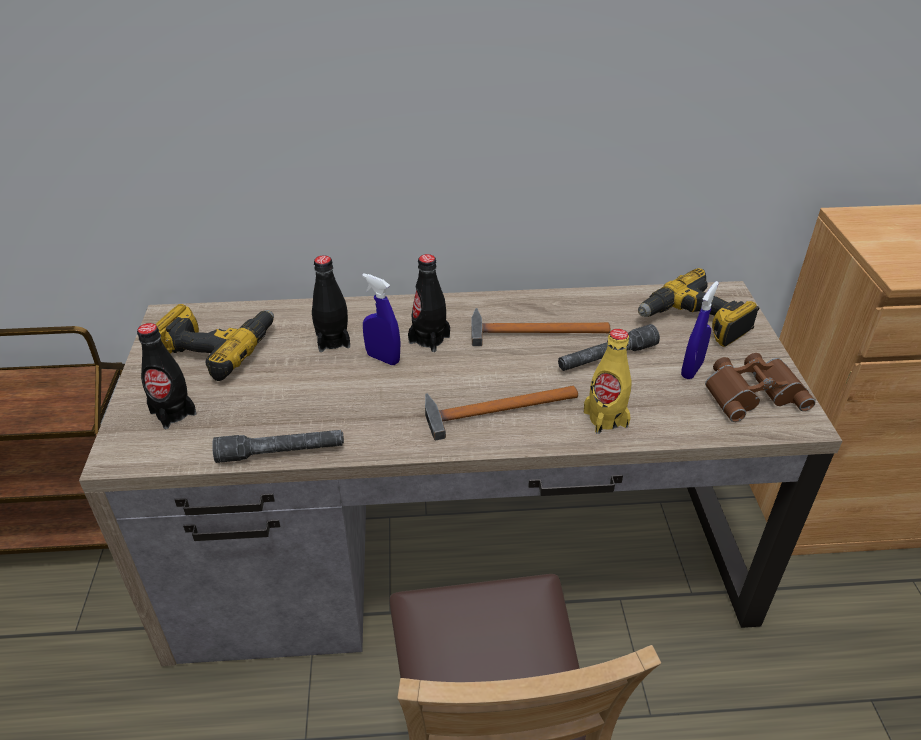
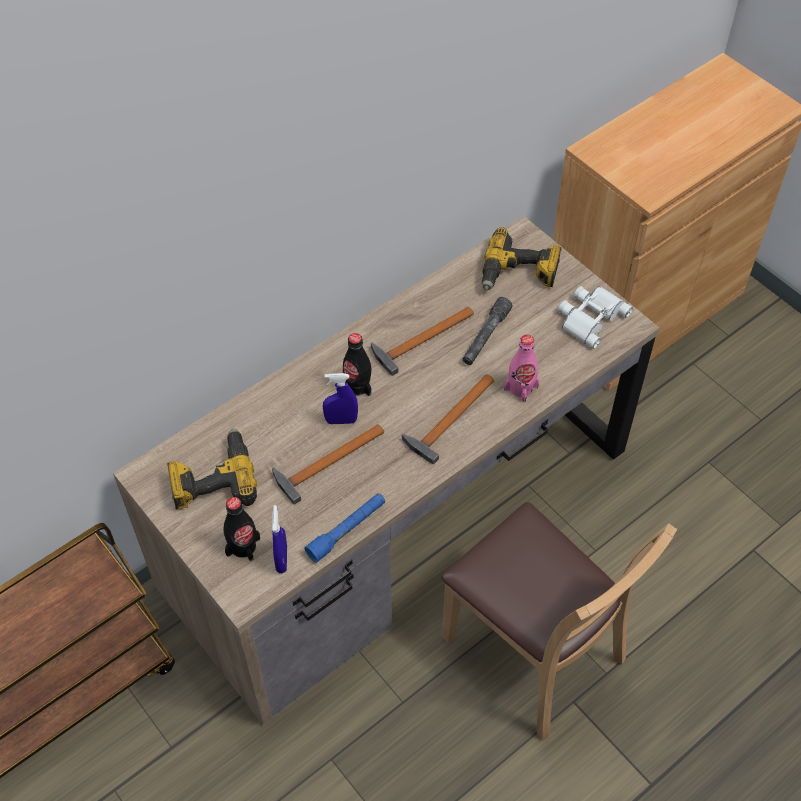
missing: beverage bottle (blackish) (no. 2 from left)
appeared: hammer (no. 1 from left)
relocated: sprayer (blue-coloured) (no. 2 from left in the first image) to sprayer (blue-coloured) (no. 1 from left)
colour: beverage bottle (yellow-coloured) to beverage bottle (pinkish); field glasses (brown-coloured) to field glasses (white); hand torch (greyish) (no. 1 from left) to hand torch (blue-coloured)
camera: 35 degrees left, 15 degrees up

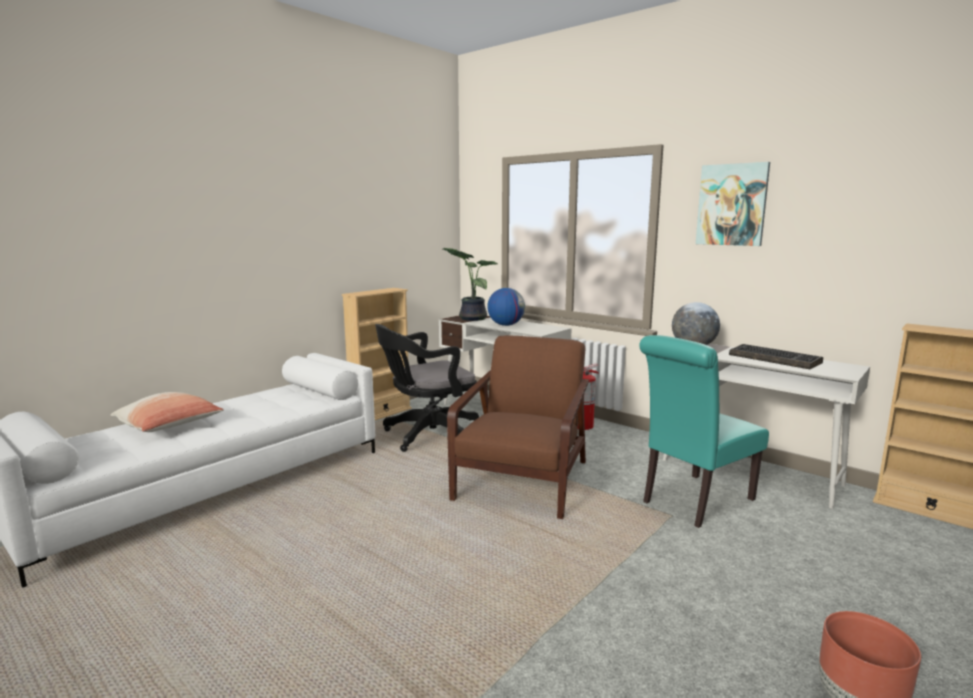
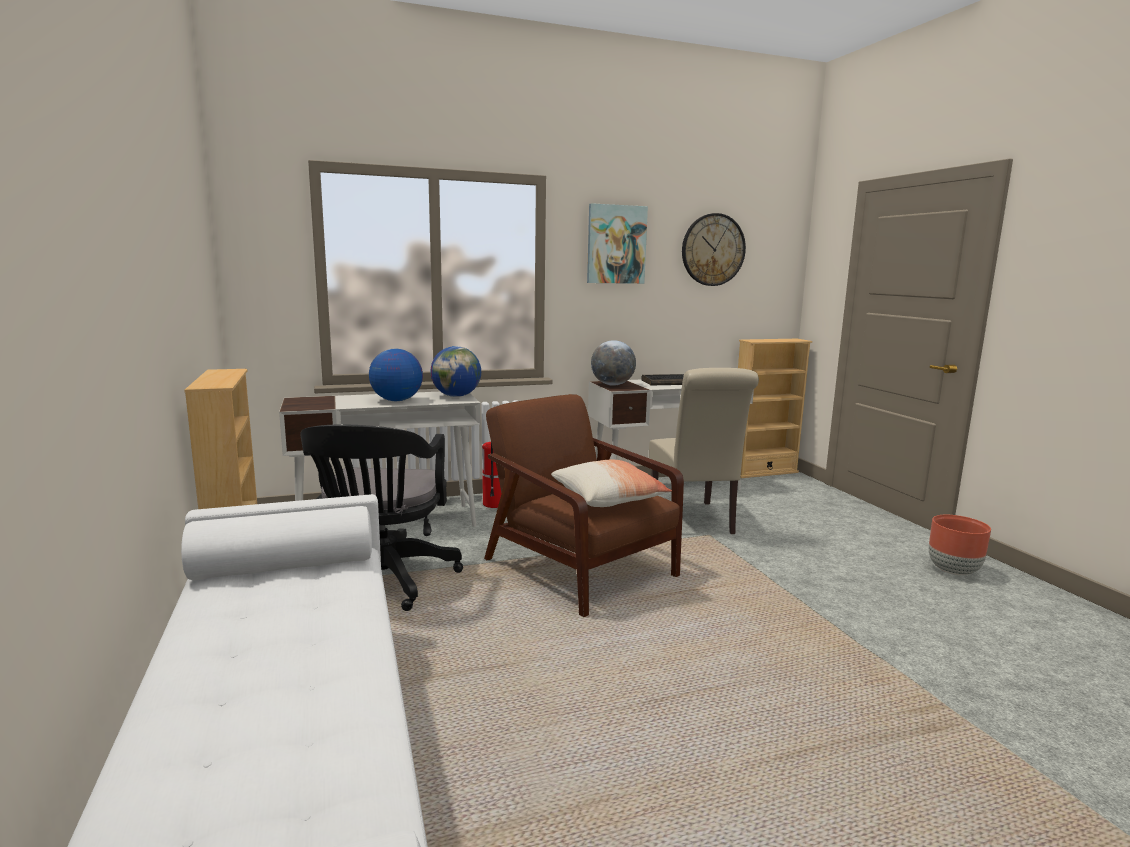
missing: houseplant
appeared: wall clock; world globe (no. 2 from left)
relocated: throw pillow
colour: upright chair (turquoise-coloured) to upright chair (beige)
camera: 60 degrees left, 0 degrees up

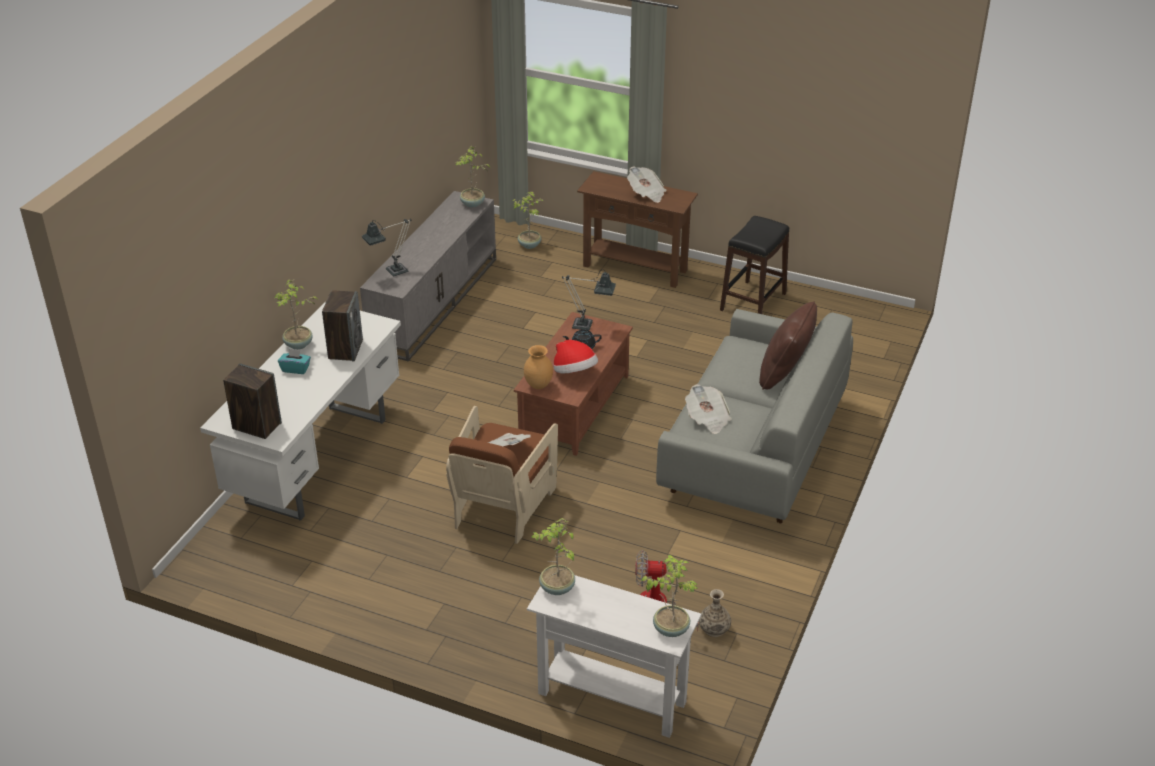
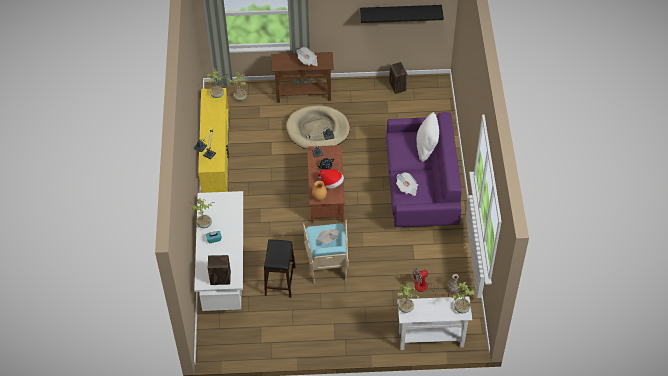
appeared: wall shelf (blackish); pet bed (beige)
relocated: stool seat (blackish); speaker (no. 2 from left)
colour: media console (greyish) to media console (yellow-coloured); throw pillow (brown-coloured) to throw pillow (white); couch (greyish) to couch (purple-coloured); armchair (brown-coloured) to armchair (turquoise-coloured)
camera: 25 degrees left, 15 degrees up

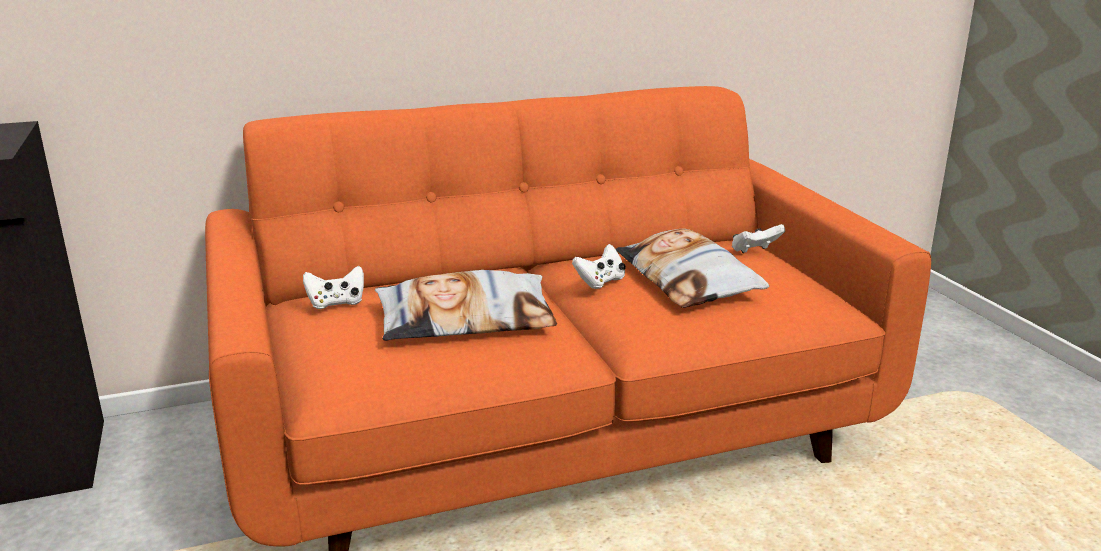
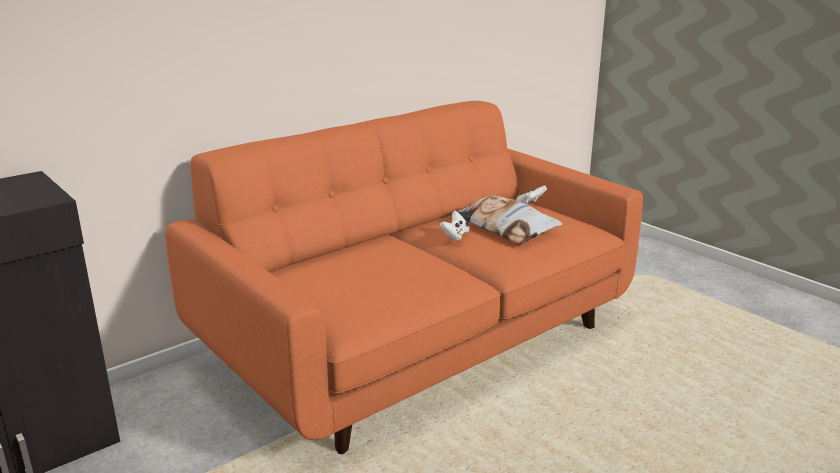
missing: joypad (white) (no. 1 from left); throw pillow (no. 1 from left)
camera: 20 degrees left, 0 degrees up

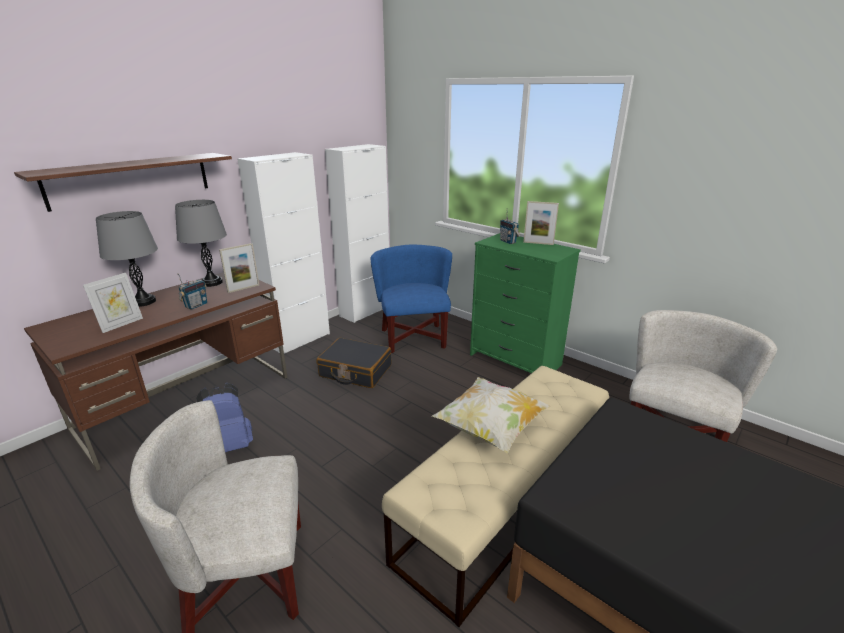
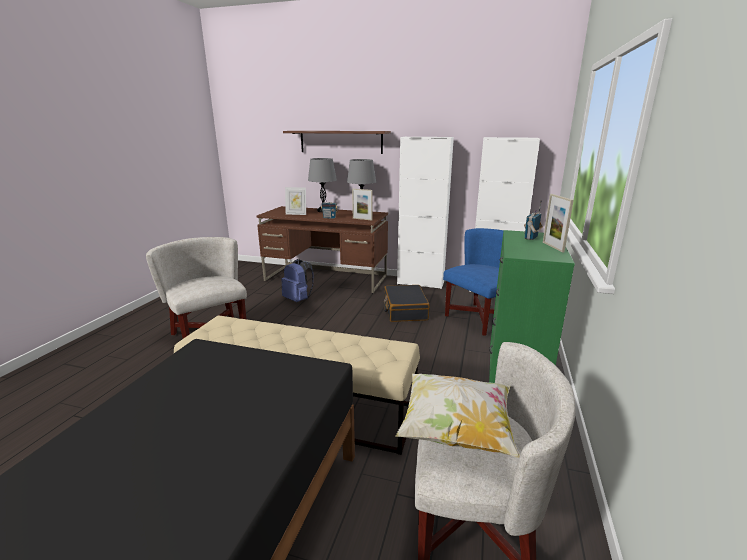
relocated: throw pillow
camera: 65 degrees right, 5 degrees down

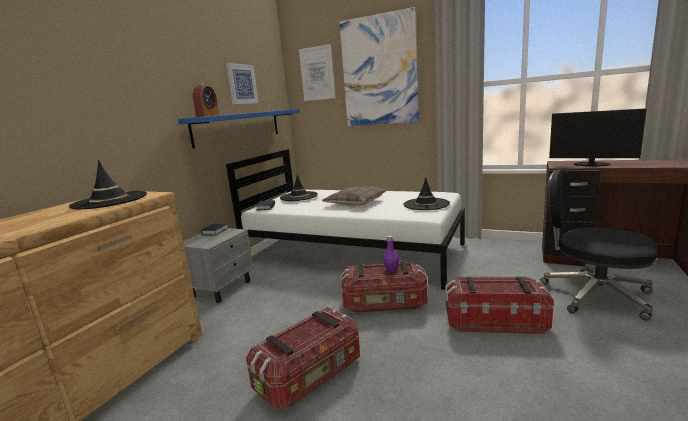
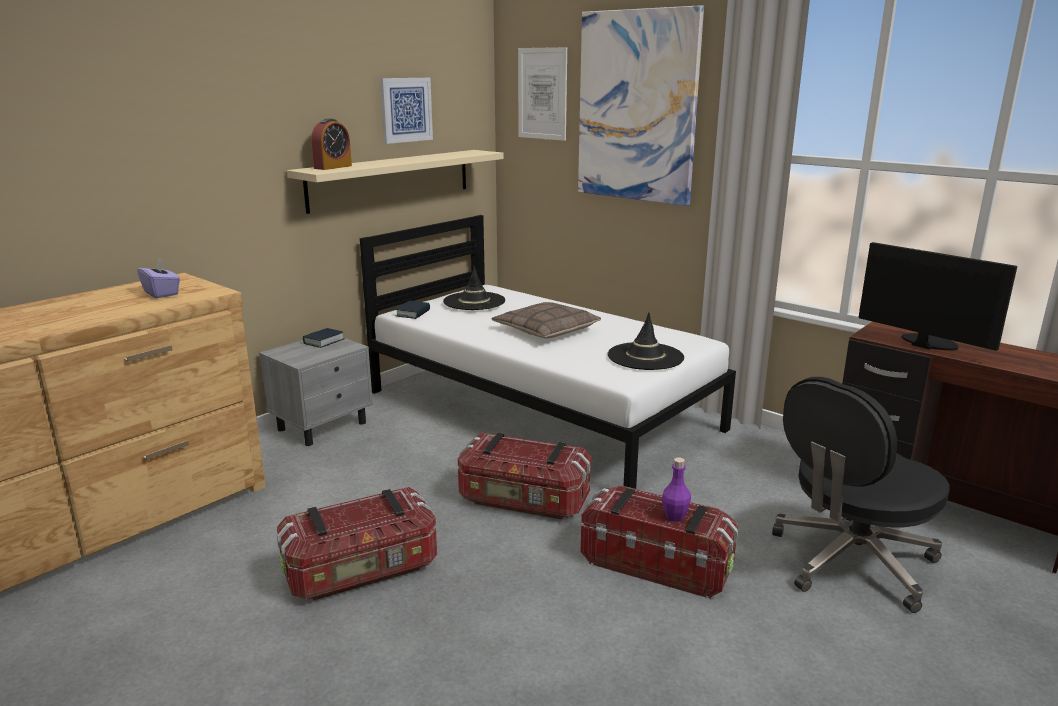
relocated: beverage bottle (purple-coloured)
exchanged: clothing hat (blackish) (no. 1 from left) to tissue holder (purple-coloured)
colour: wall shelf (blue-coloured) to wall shelf (beige)
spun: office chair (blackish) 90 degrees counterclockwise
camera: 15 degrees right, 5 degrees up

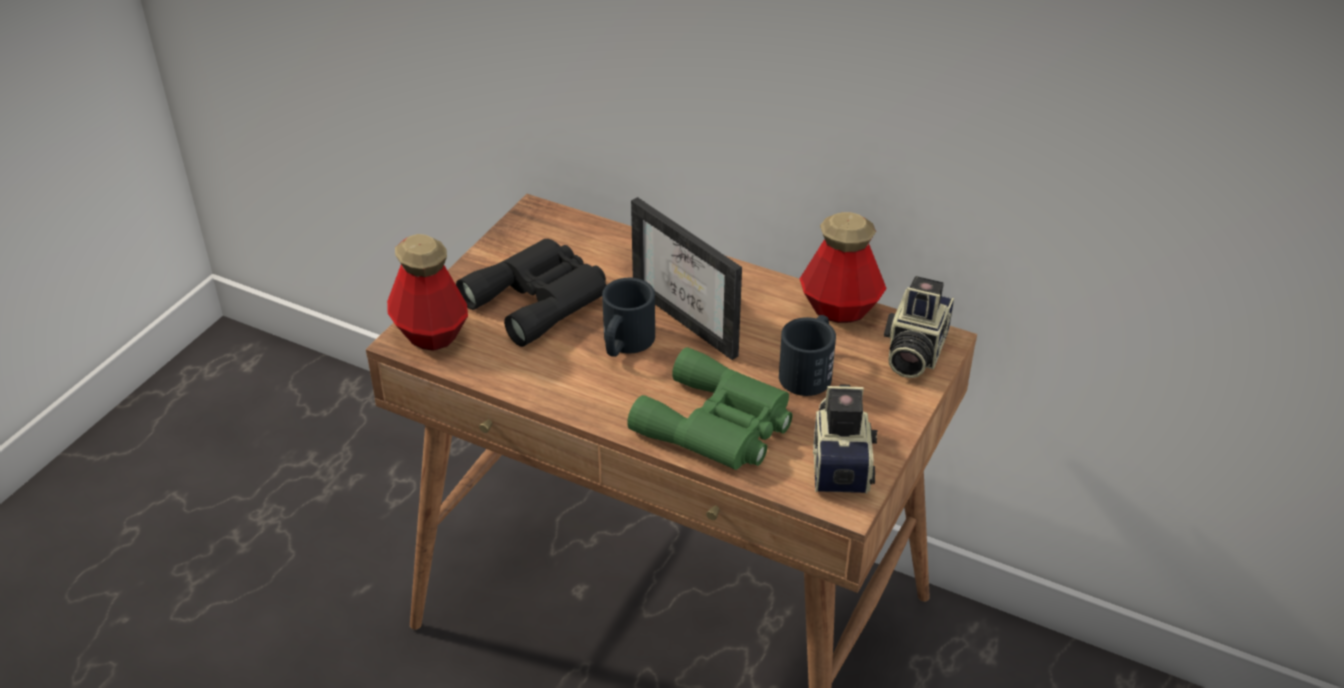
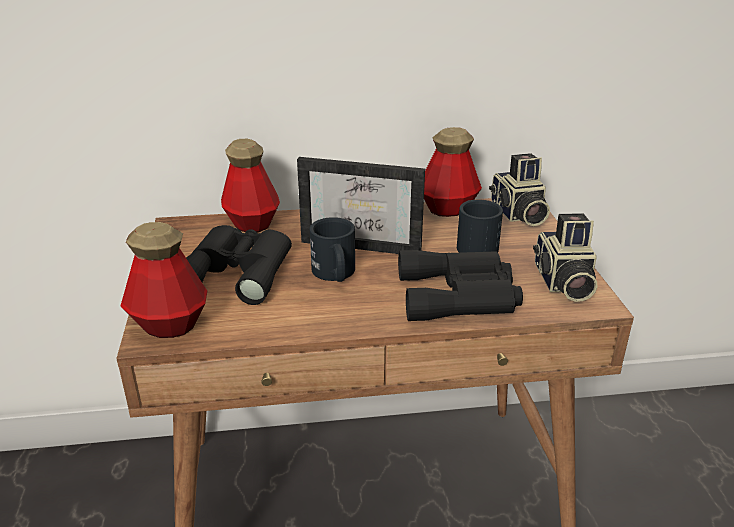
appeared: beverage bottle (no. 2 from left)
colour: field glasses (green-coloured) to field glasses (blackish) (no. 2 from left)
spun: still camera (no. 1 from left in the first image) 150 degrees counterclockwise
camera: 35 degrees left, 10 degrees down

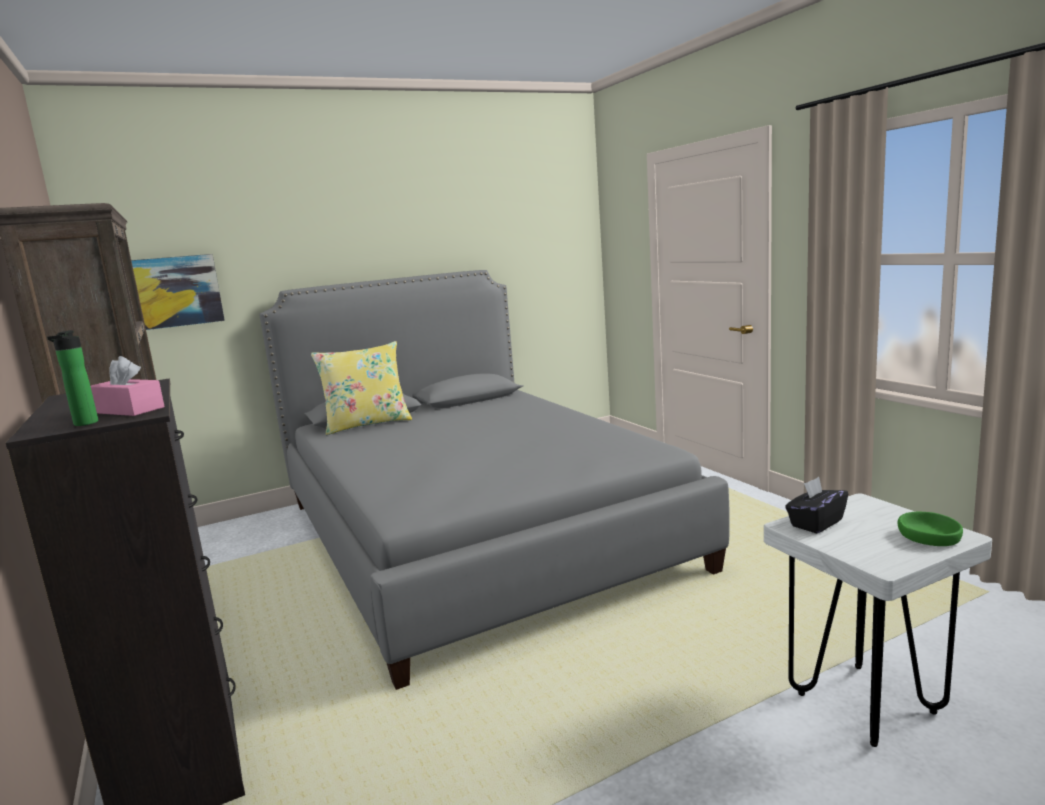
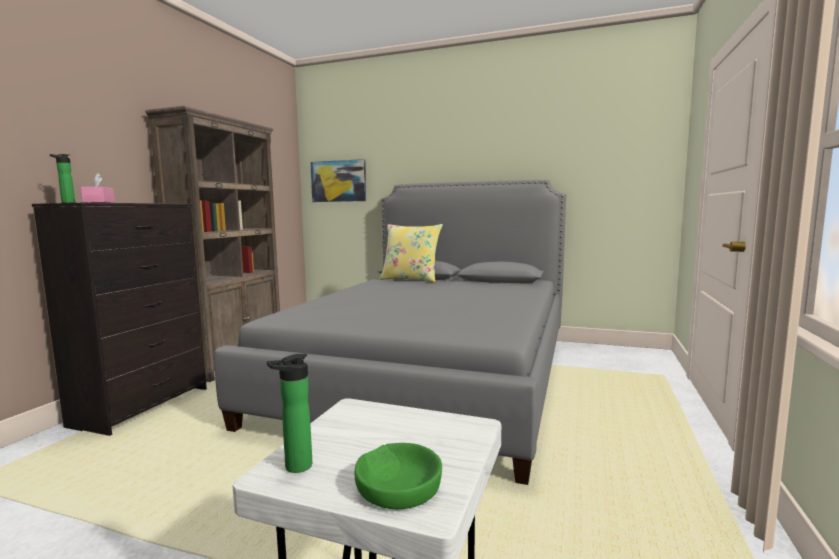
missing: tissue holder (blackish)
appeared: beverage bottle (no. 2 from left)
camera: 45 degrees right, 5 degrees down

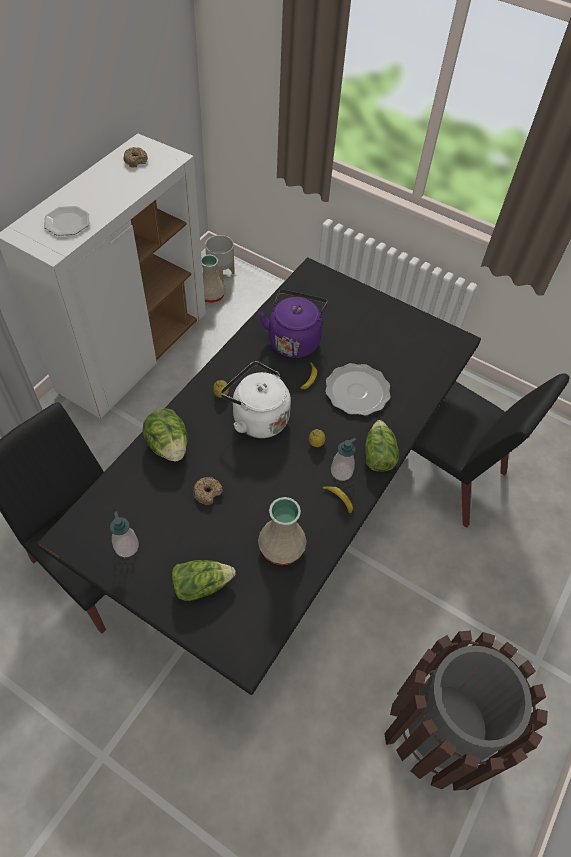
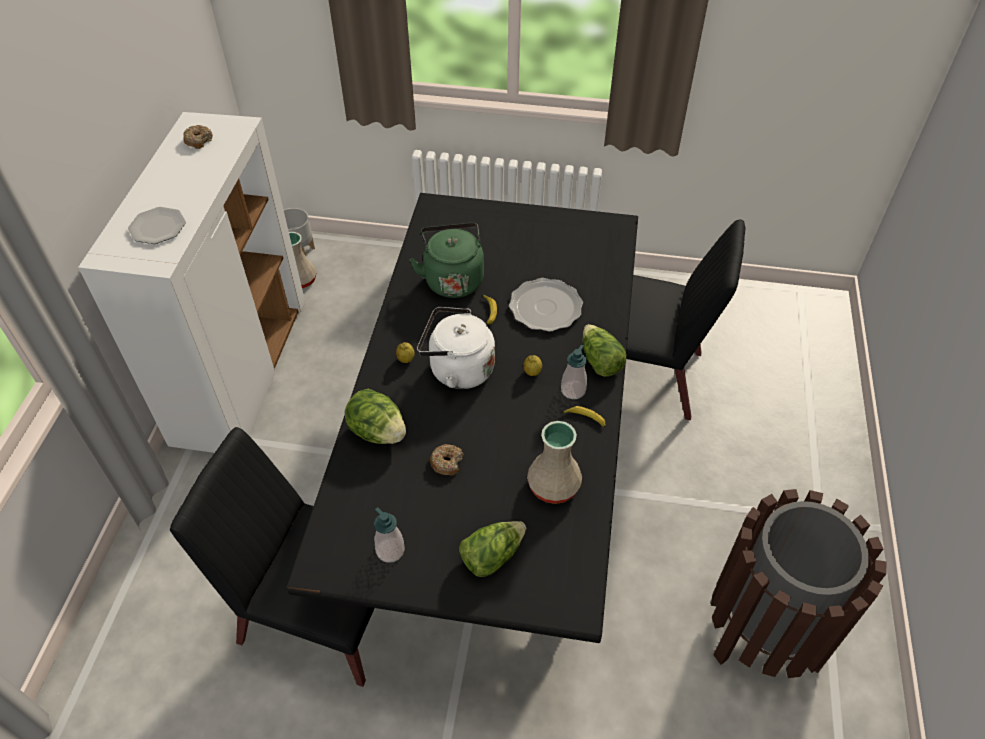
colour: tea kettle (purple-coloured) to tea kettle (green-coloured)
camera: 20 degrees left, 5 degrees down

